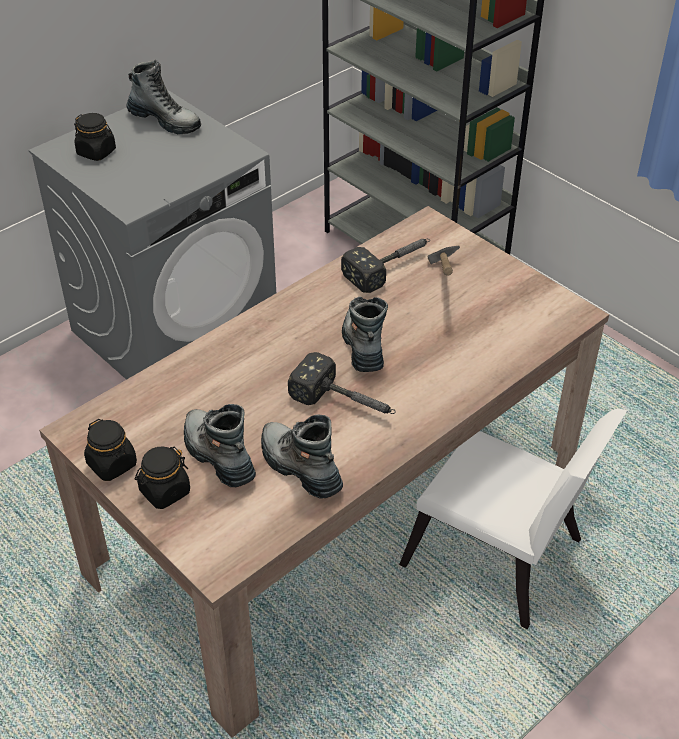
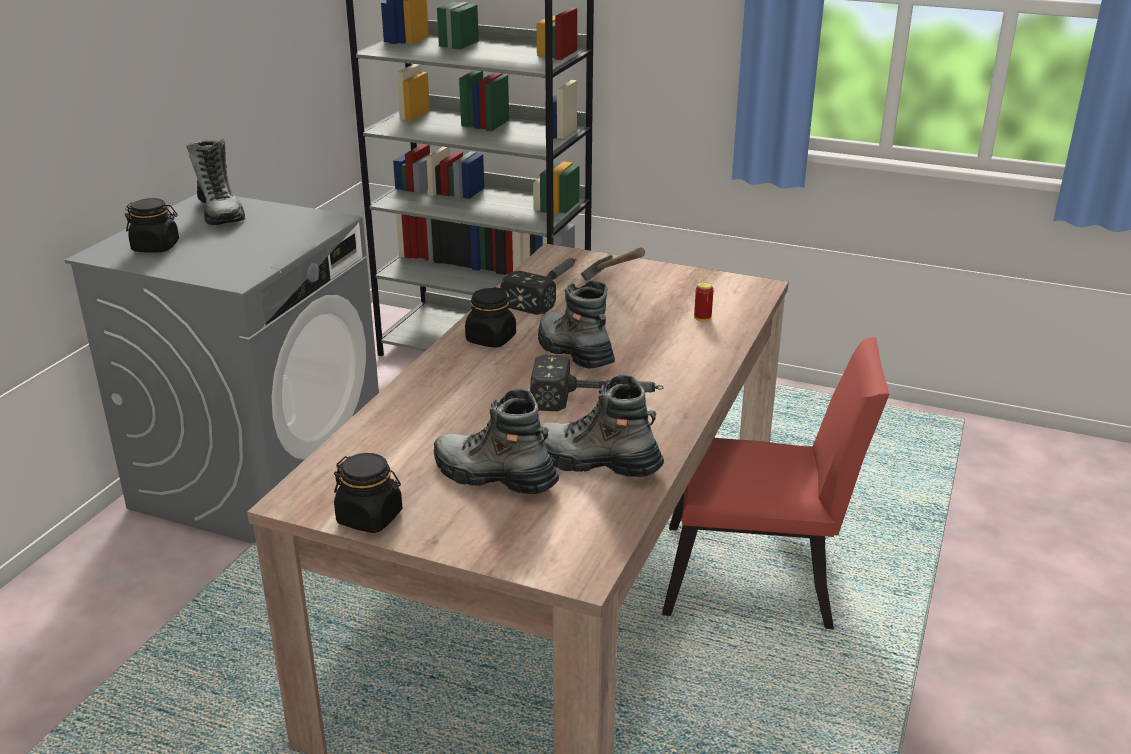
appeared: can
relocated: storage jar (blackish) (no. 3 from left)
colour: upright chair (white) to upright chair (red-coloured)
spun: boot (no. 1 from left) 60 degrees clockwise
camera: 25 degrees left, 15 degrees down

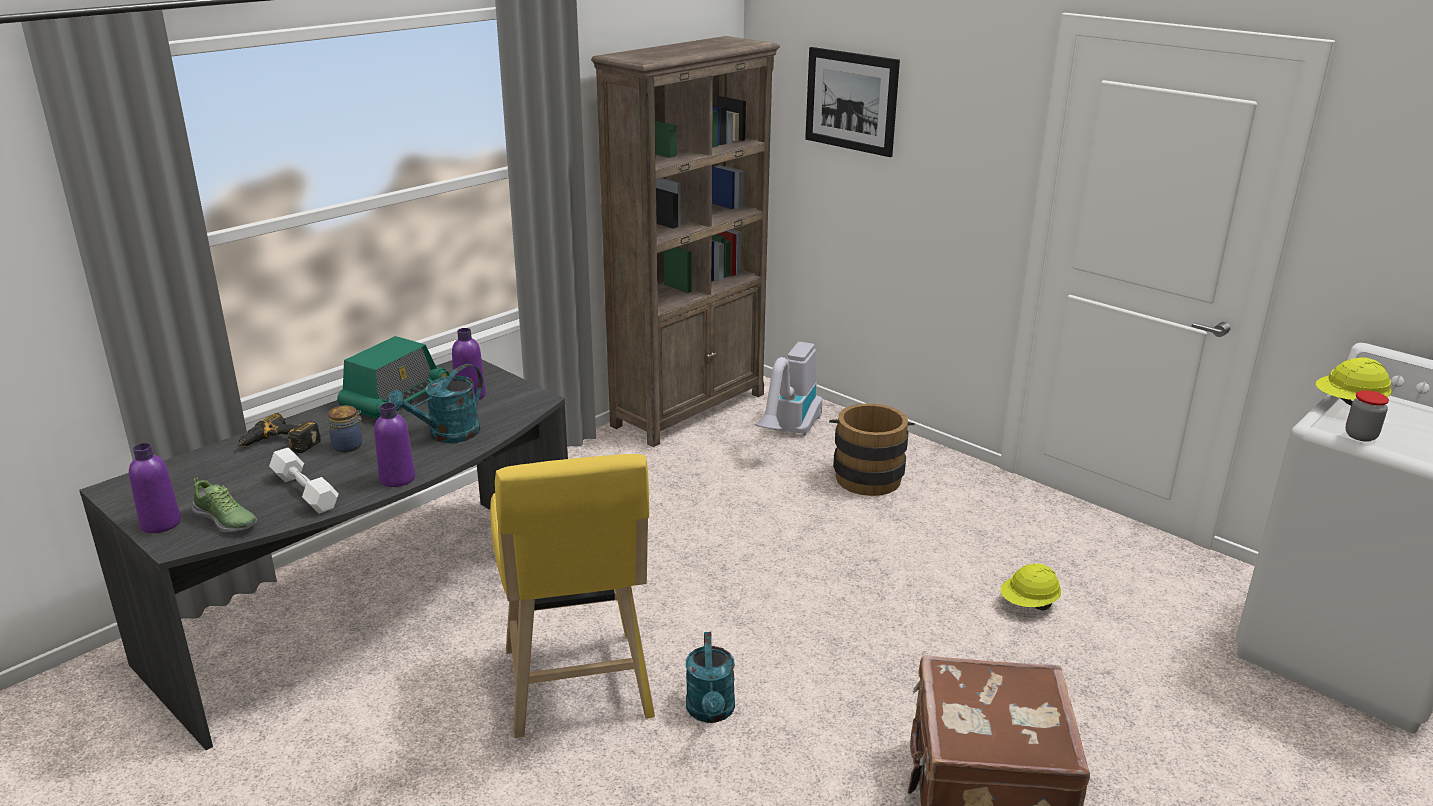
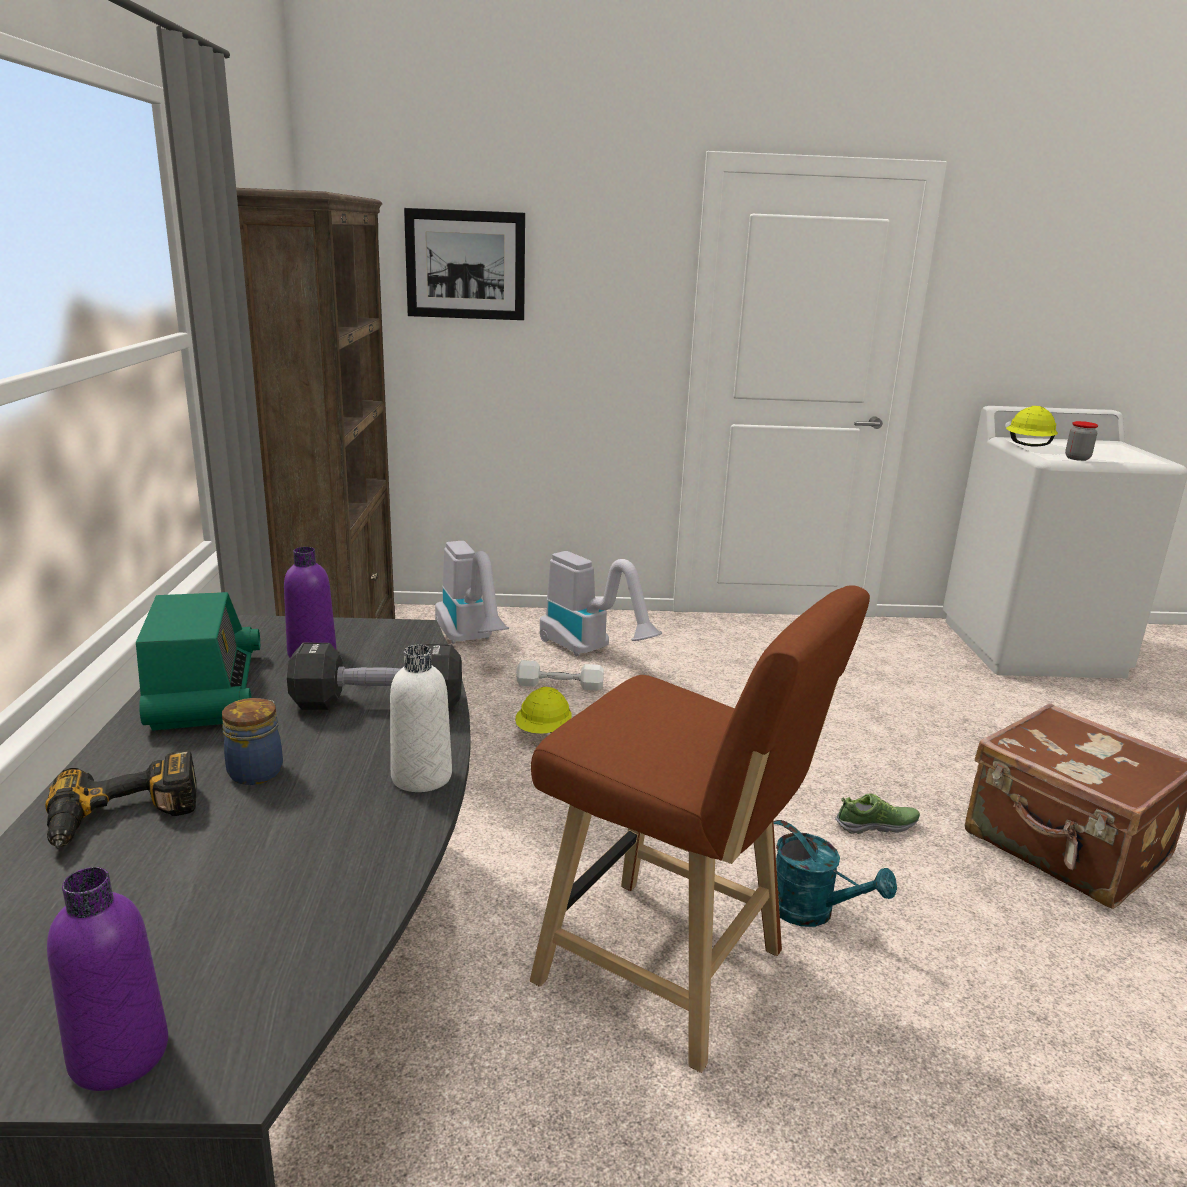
relocated: dumbbell (white); low shoe; work helmet (yellow-coloured) (no. 1 from left)
exchanged: watering pot (turquoise-coloured) (no. 1 from left) to dumbbell (blackish); bucket (brown-coloured) to vacuum cleaner (no. 2 from left)
colour: beverage bottle (purple-coloured) (no. 2 from left) to beverage bottle (white); stool seat (yellow-coloured) to stool seat (brown-coloured)
camera: 45 degrees left, 5 degrees down

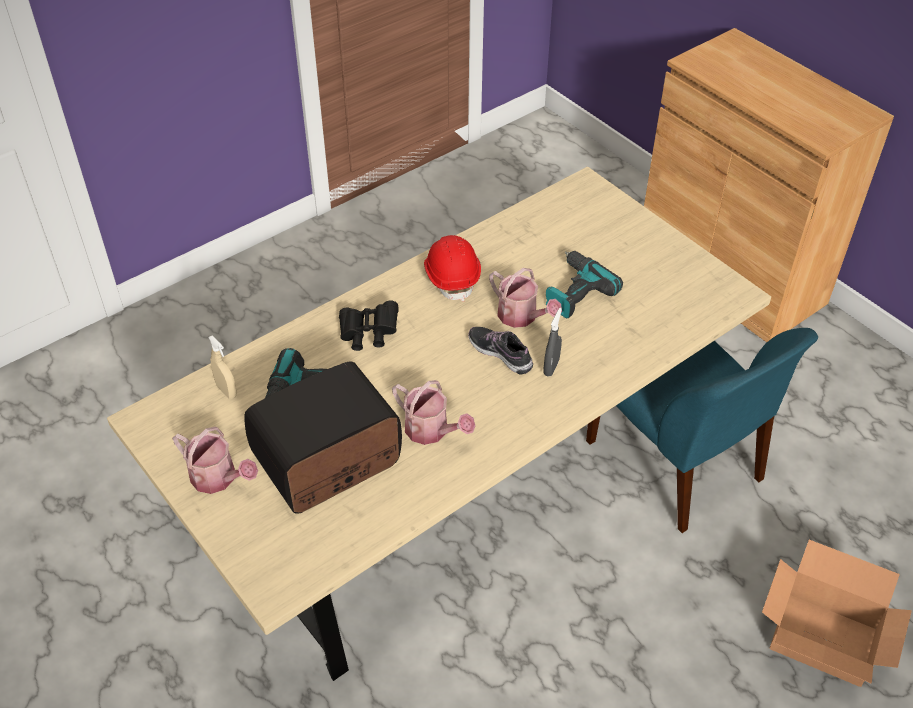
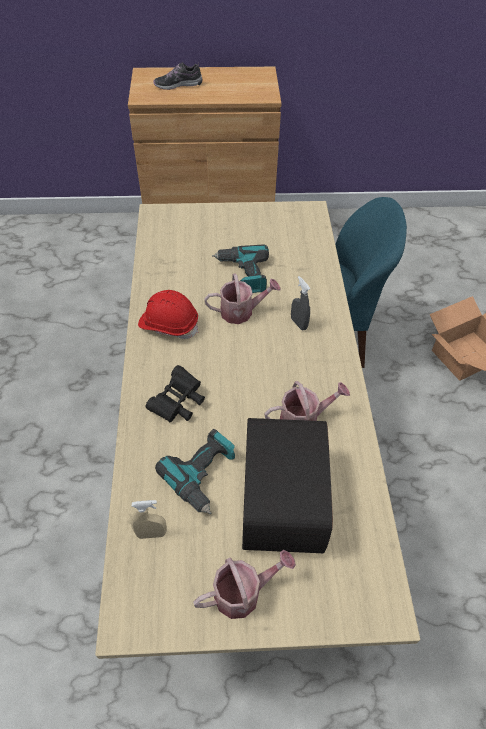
relocated: low shoe
camera: 55 degrees left, 5 degrees up

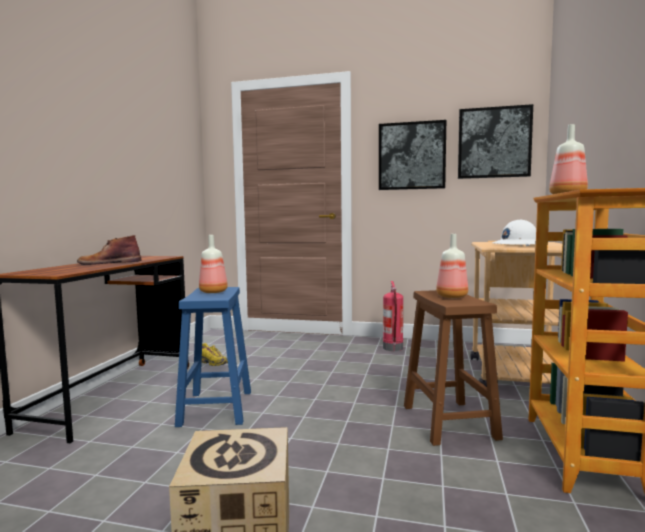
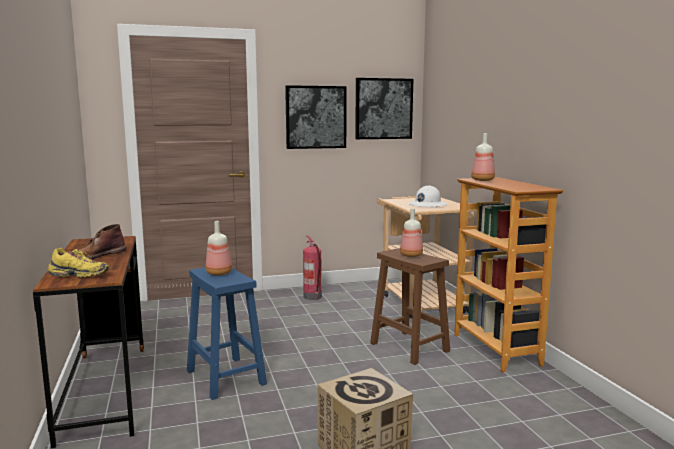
relocated: low shoe (yellow-coloured)
camera: 30 degrees left, 5 degrees up

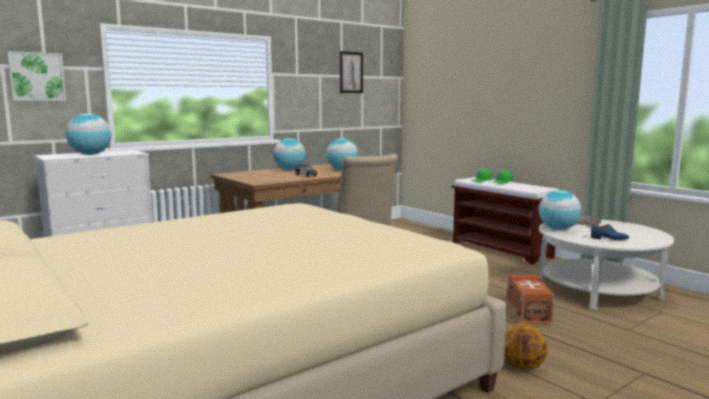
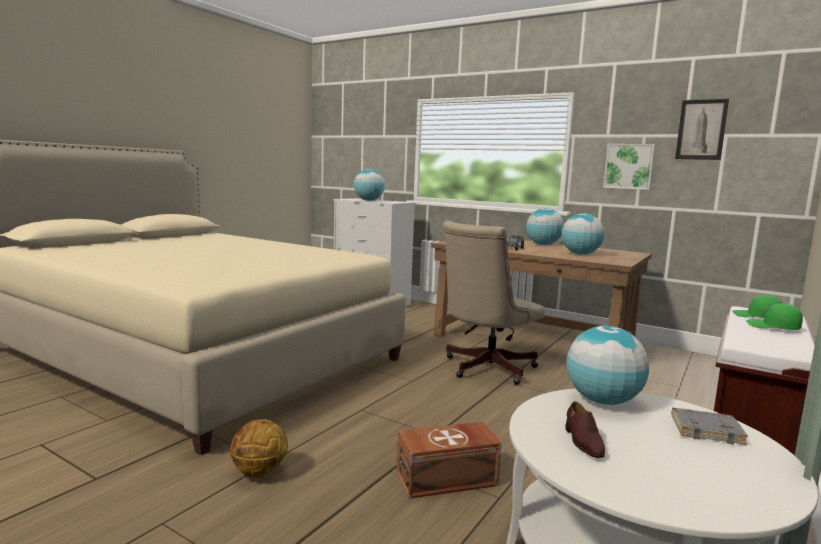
relocated: wall picture (no. 1 from left)
colour: low shoe (blue-coloured) to low shoe (brown-coloured)
camera: 70 degrees right, 0 degrees up

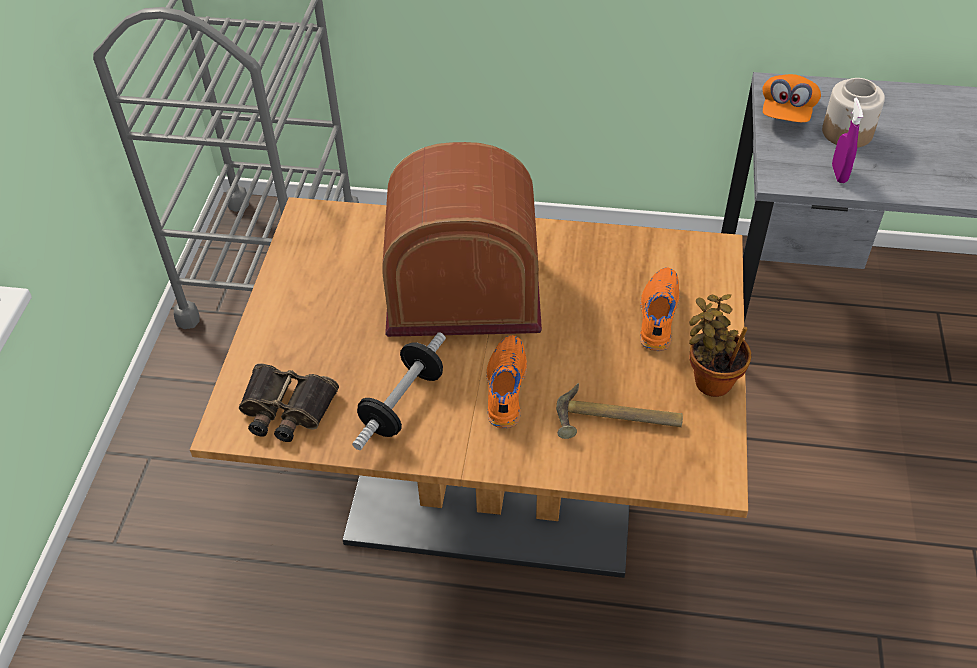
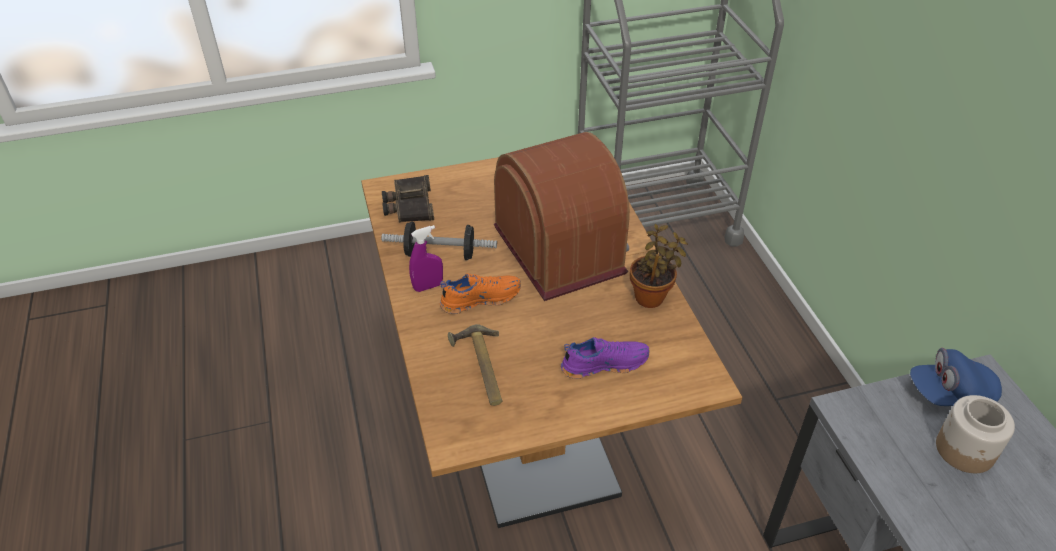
relocated: sprayer (purple-coloured); houseplant
colour: baseball cap (orange-coloured) to baseball cap (blue-coloured); low shoe (orange-coloured) (no. 2 from left) to low shoe (purple-coloured)
camera: 65 degrees right, 5 degrees down

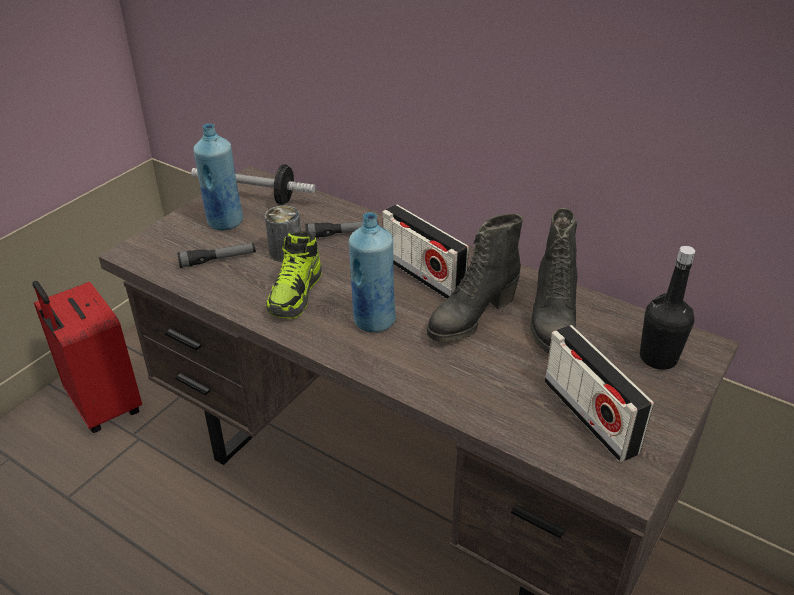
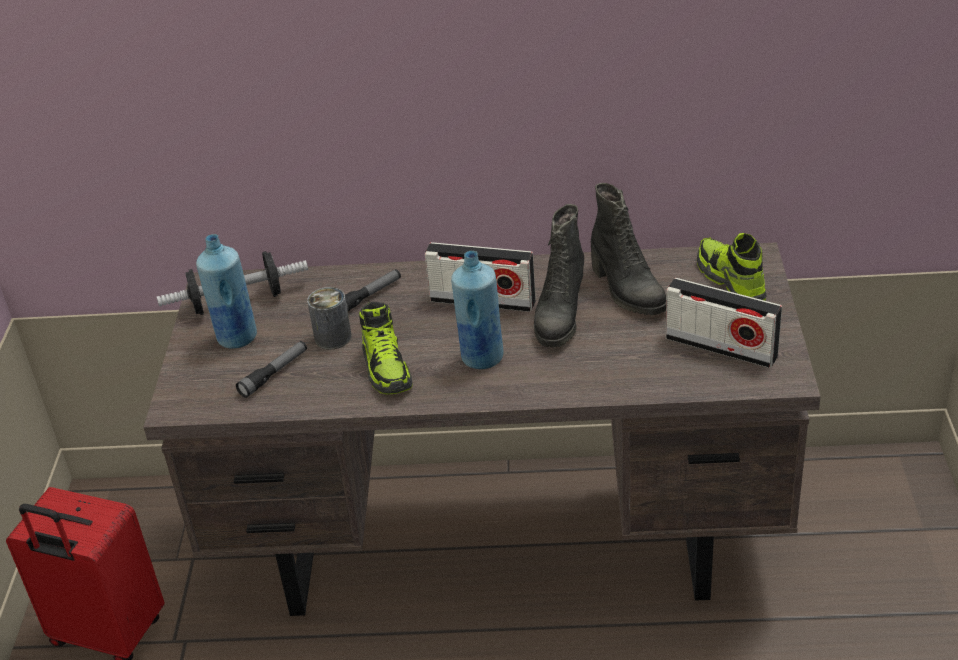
exchanged: beverage bottle (blackish) to low shoe (no. 2 from left)
camera: 30 degrees left, 0 degrees up

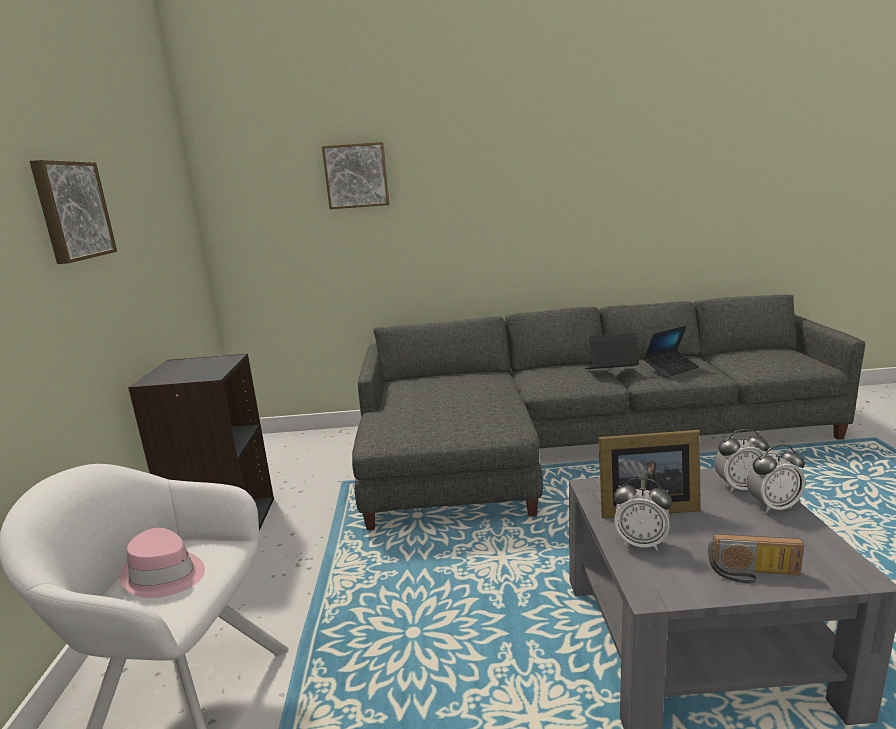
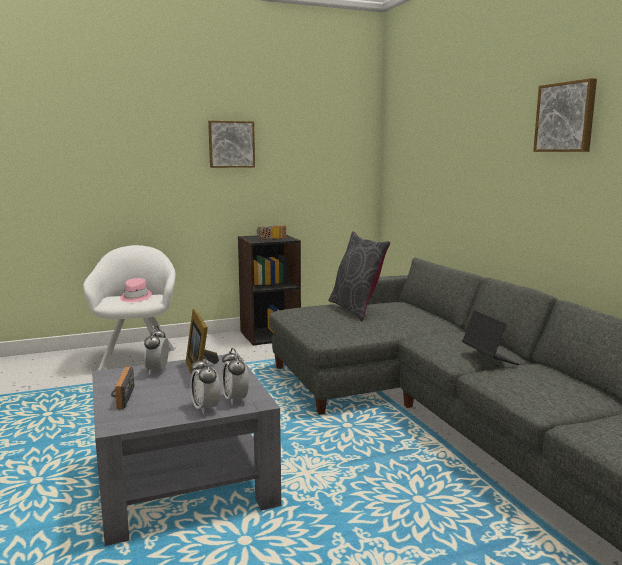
missing: portable computer (no. 2 from left)
appeared: radio (no. 2 from left); throw pillow (greyish)
relocated: wall picture (no. 2 from left)
camera: 70 degrees right, 5 degrees down

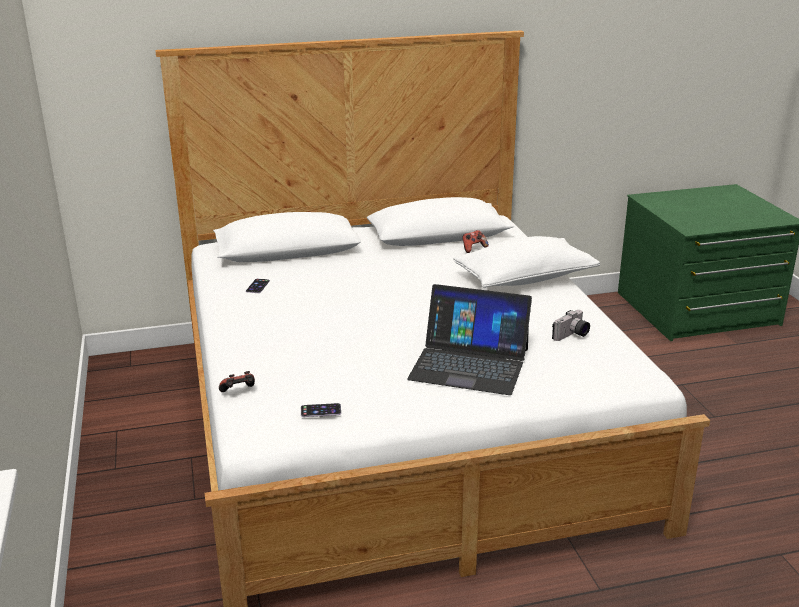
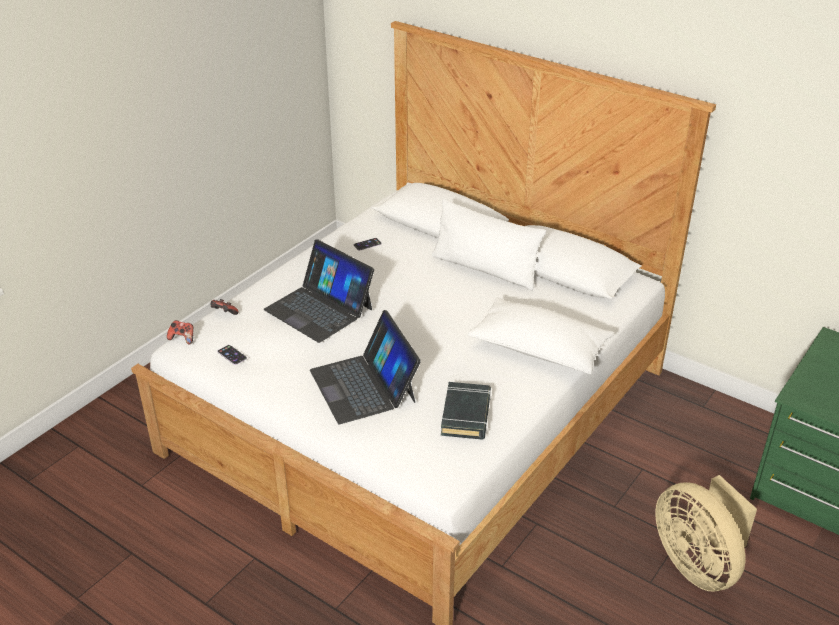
appeared: throw pillow (white) (no. 1 from left); portable computer (no. 1 from left); fan (beige)
relocated: joypad (no. 2 from left in the first image) to joypad (no. 1 from left)
exchanged: still camera to volume (blackish)
camera: 50 degrees right, 10 degrees up

